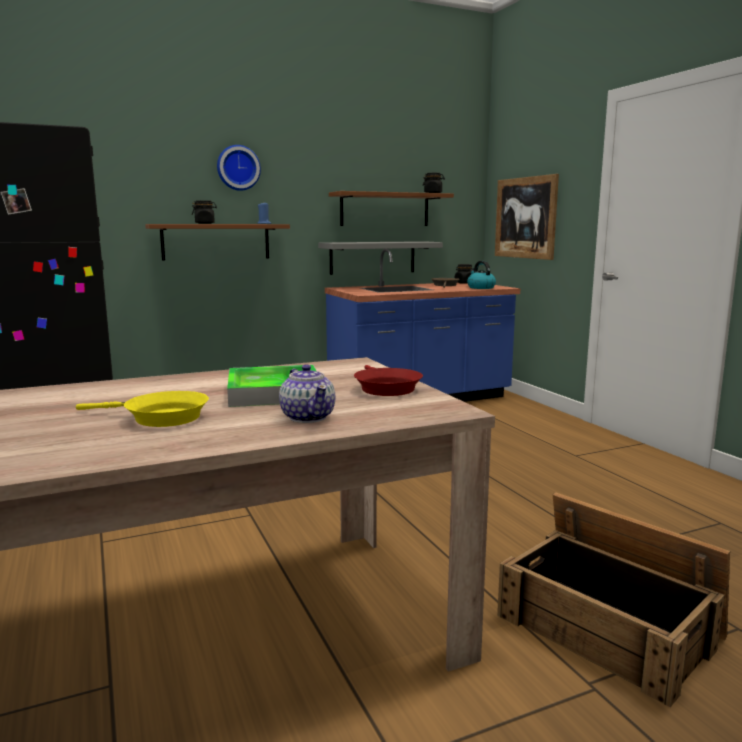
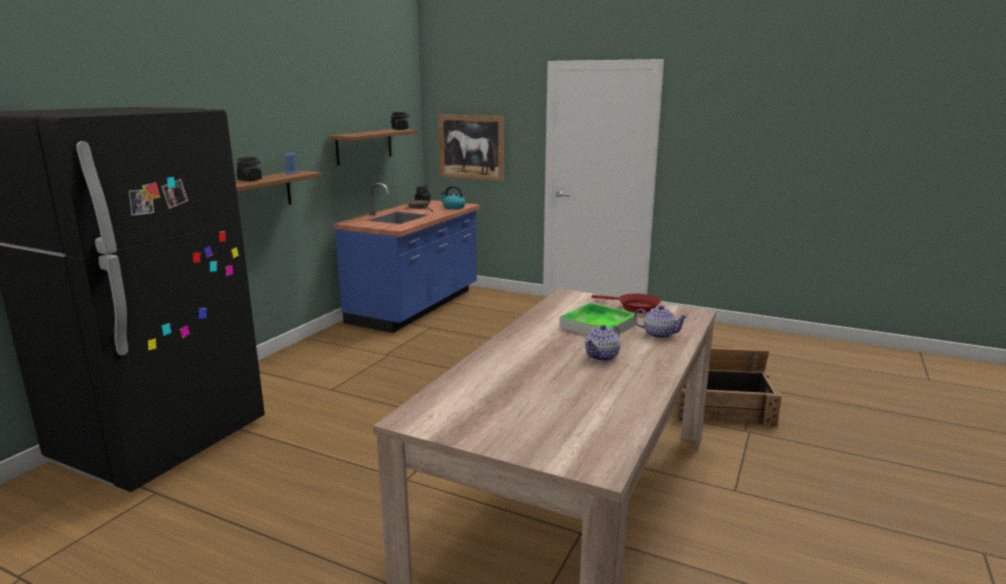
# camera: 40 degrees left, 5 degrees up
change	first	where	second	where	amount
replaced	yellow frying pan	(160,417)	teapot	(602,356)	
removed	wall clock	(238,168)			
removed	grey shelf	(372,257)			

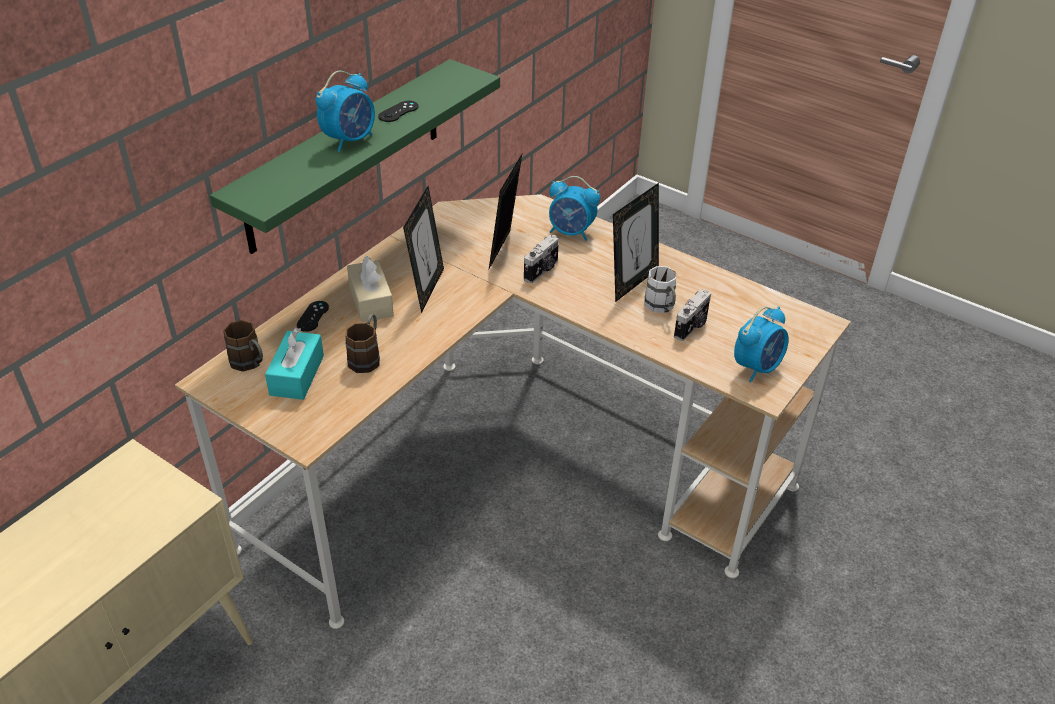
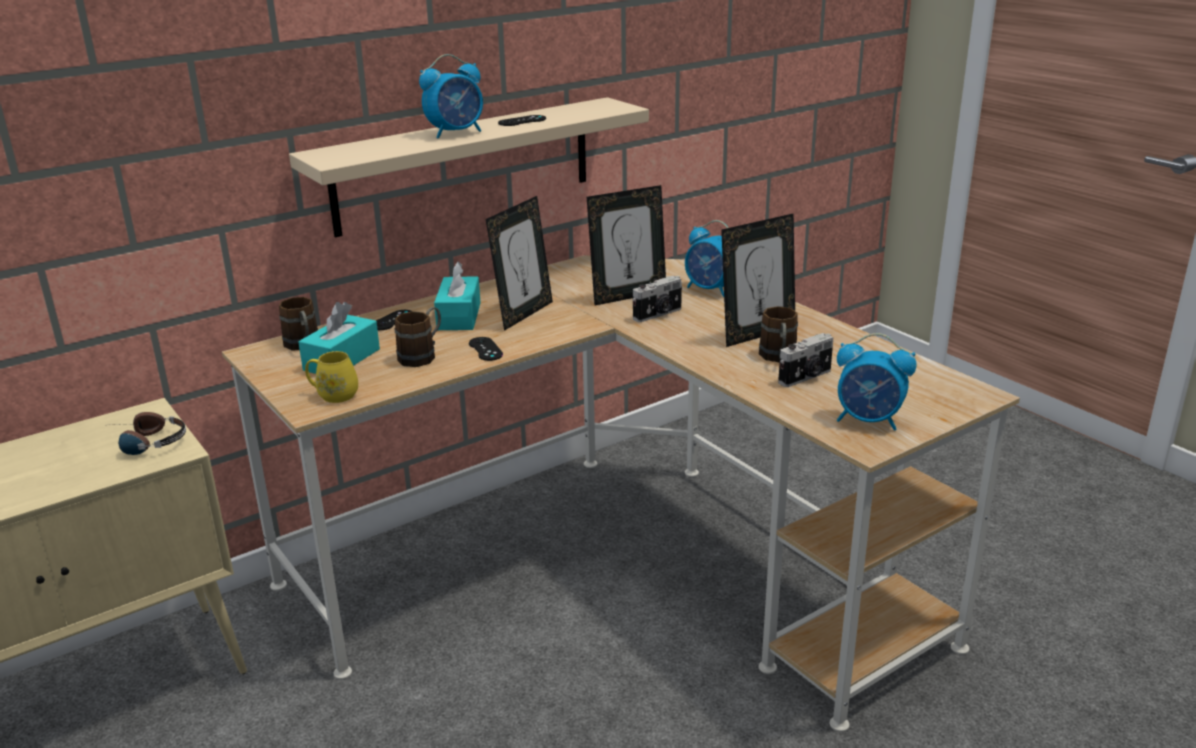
# camera: 20 degrees right, 15 degrees down
change	first	where	second	where	amount
recoloured	green shelf	(345,155)	beige shelf	(464,165)	
recoloured	beige tissue box	(371,301)	turquoise tissue box	(459,316)	
turned	picture frame	(505,251)		(628,296)	150 degrees counterclockwise
recoloured	white mug	(661,308)	brown mug	(778,358)	
turned	alarm clock	(757,367)		(869,421)	45 degrees clockwise
added			headphones	(143,443)	
added			yellow mug	(333,395)	
added			black game controller	(485,349)	

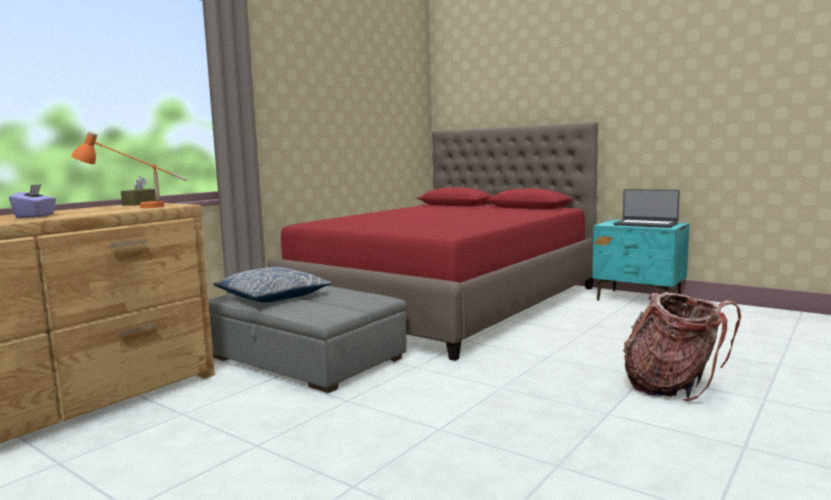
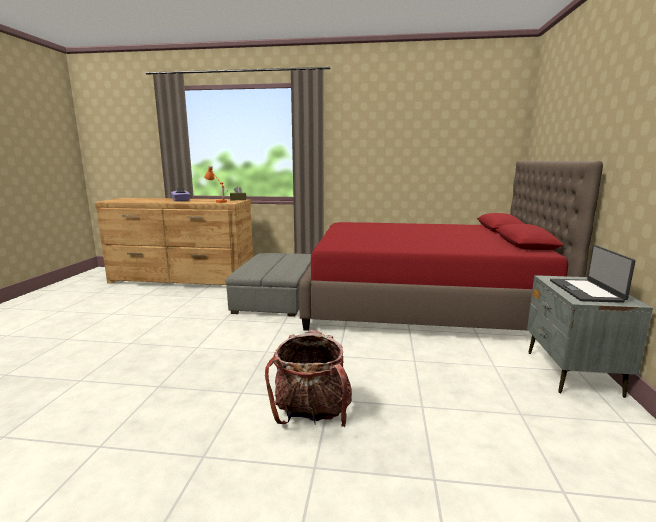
# camera: 60 degrees right, 5 degrees up
change	first	where	second	where	amount
removed	pillow	(272,297)			
recoloured	turquoise nightstand	(639,299)	grey nightstand	(571,373)	

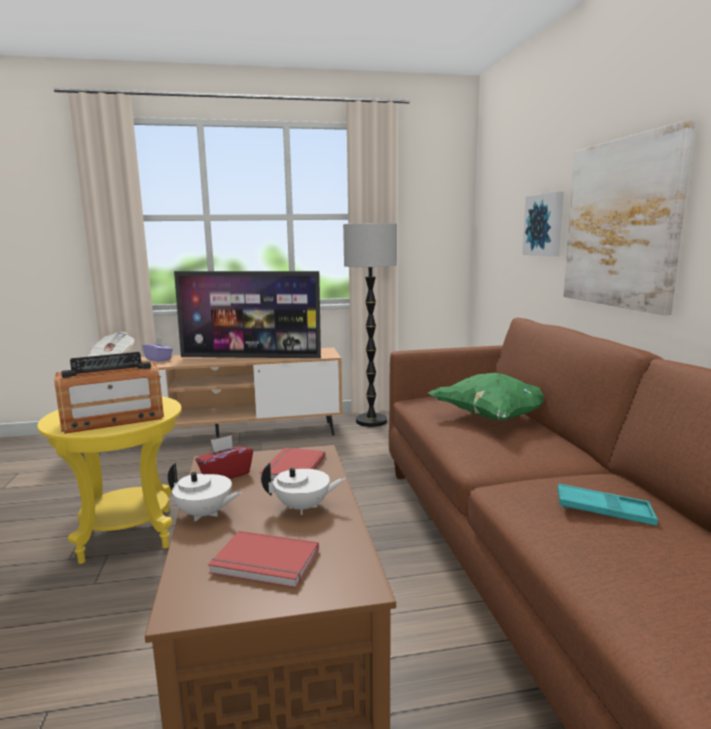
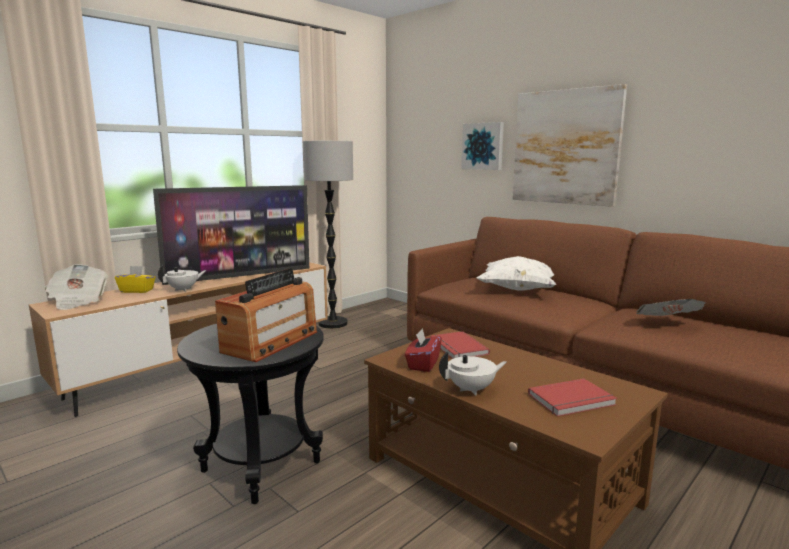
# camera: 35 degrees left, 0 degrees up
change	first	where	second	where	amount
recoloured	yellow side table	(127,535)	black side table	(261,467)	
recoloured	purple tissue box	(159,359)	yellow tissue box	(137,290)	
moved	white teapot	(303,507)		(183,289)	
recoloured	green pillow	(492,417)	white pillow	(517,290)	
replaced	turquoise tray	(604,511)	newspaper	(667,324)	

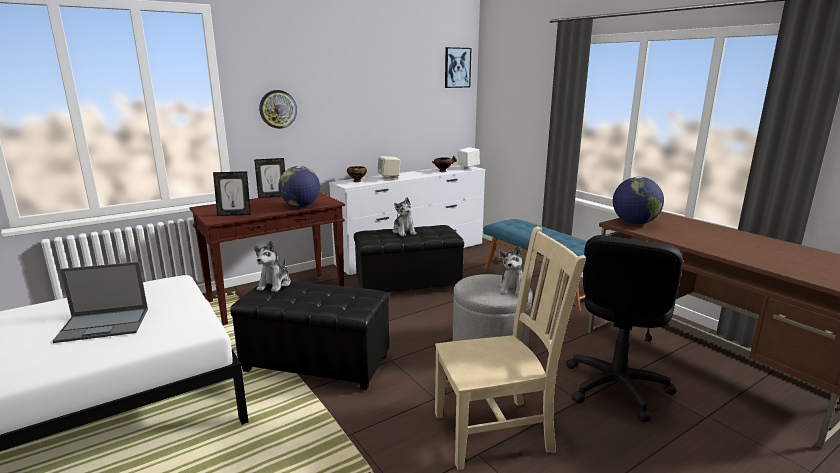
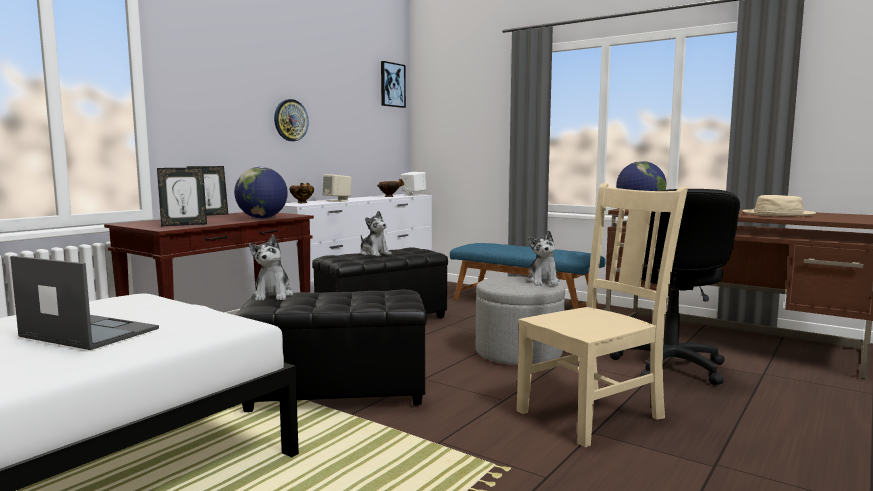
# camera: 20 degrees left, 10 degrees down
change	first	where	second	where	amount
turned	laptop	(105,325)		(88,332)	120 degrees counterclockwise
moved	wall clock	(278,109)		(290,120)	
added			beige hat	(778,214)	

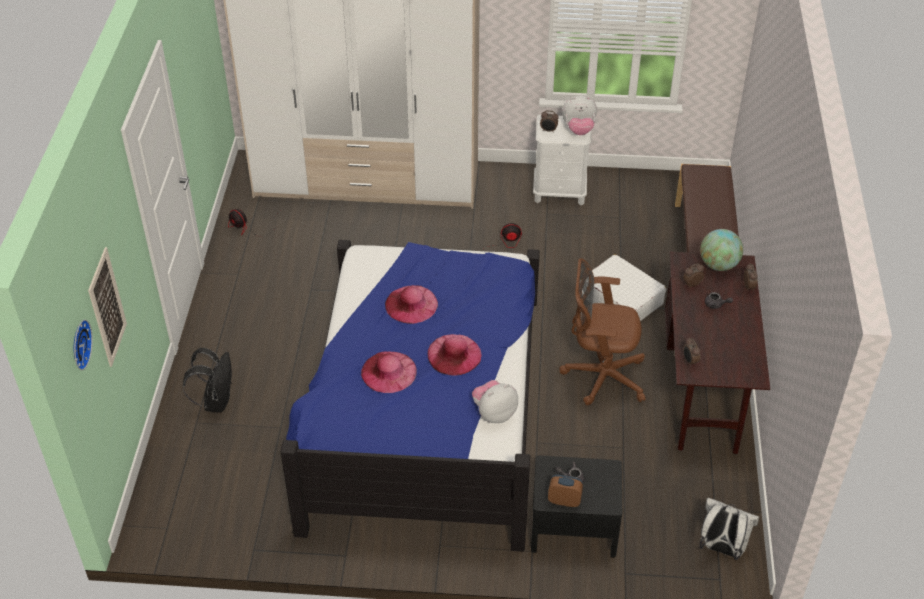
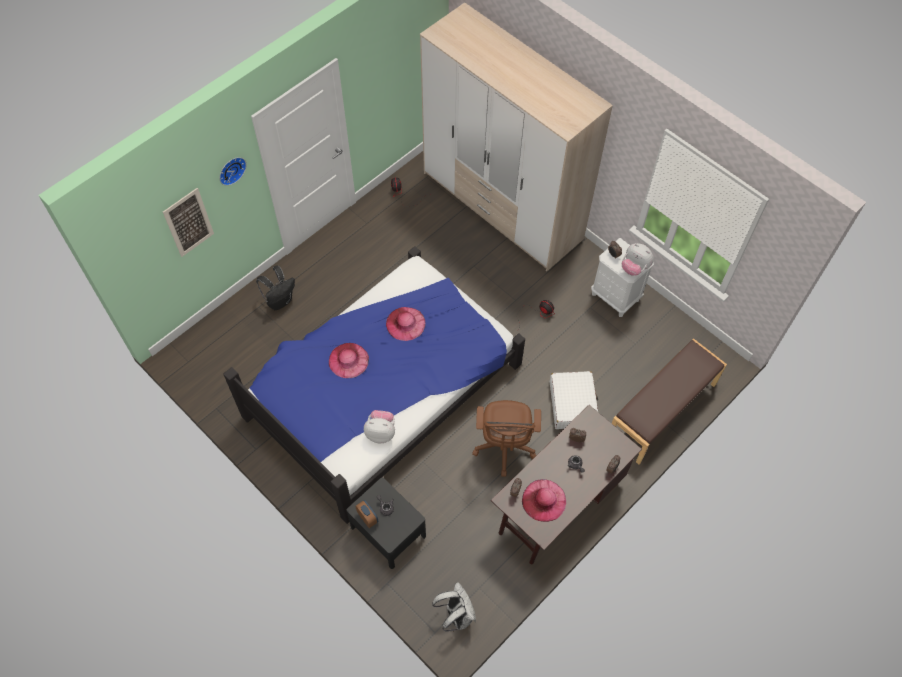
# camera: 40 degrees right, 15 degrees up
change	first	where	second	where	amount
moved	wall clock	(79,344)		(231,169)	
moved	pink hat	(454,354)		(544,500)	
turned	brown office chair	(600,376)		(504,447)	135 degrees counterclockwise
removed	globe	(718,265)			

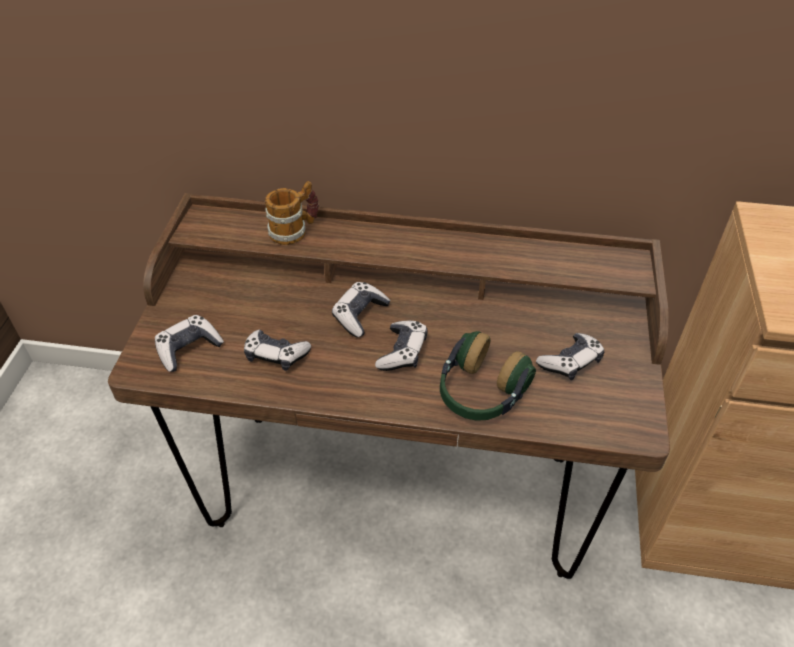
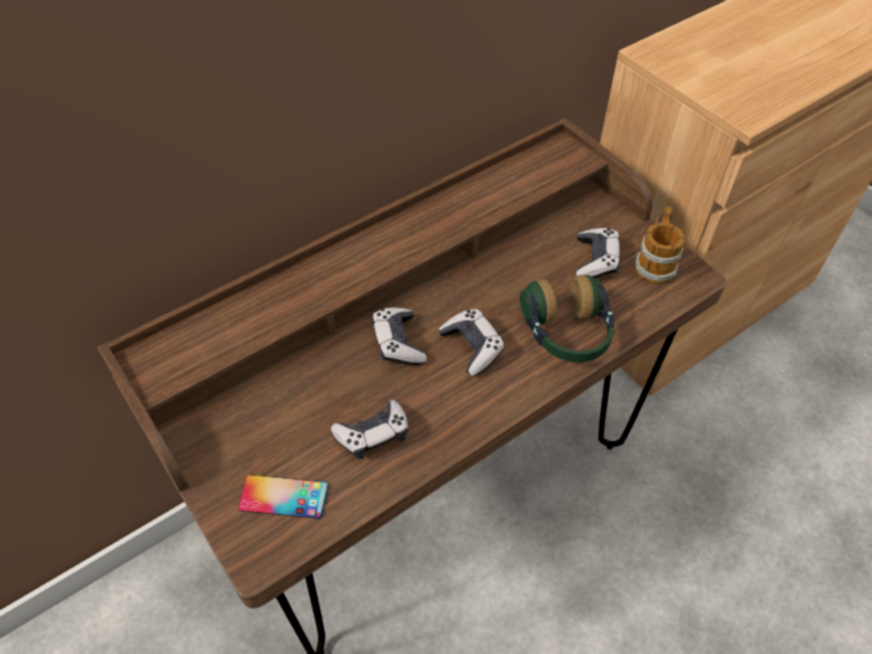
# camera: 45 degrees left, 5 degrees up
change	first	where	second	where	amount
replaced	game controller	(189,349)	phone	(284,496)	
moved	mug	(295,230)		(655,263)	

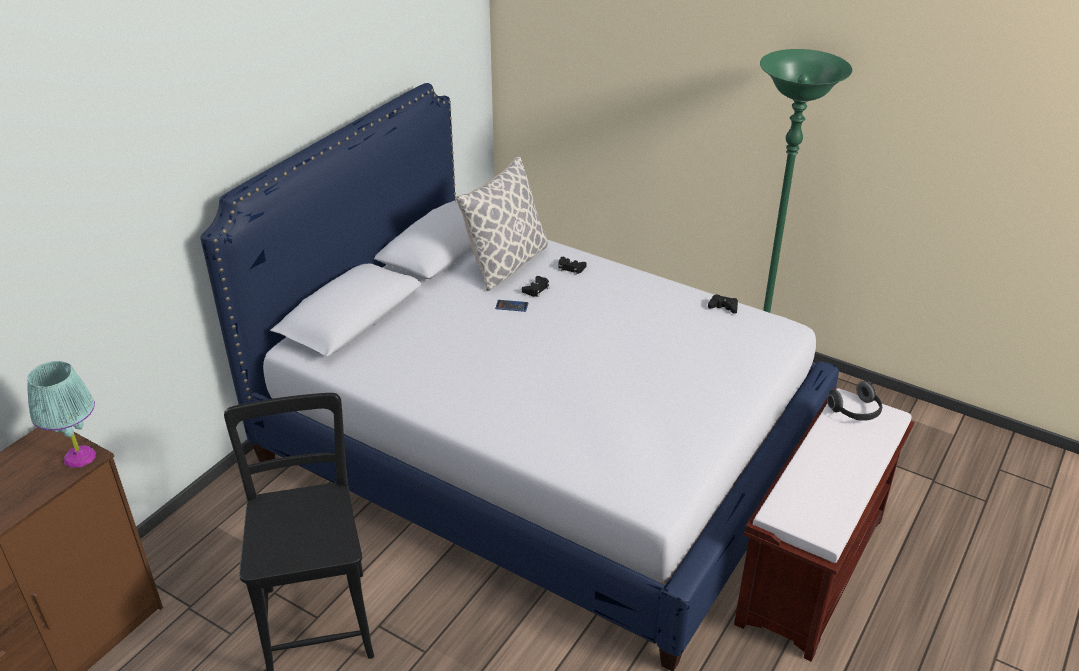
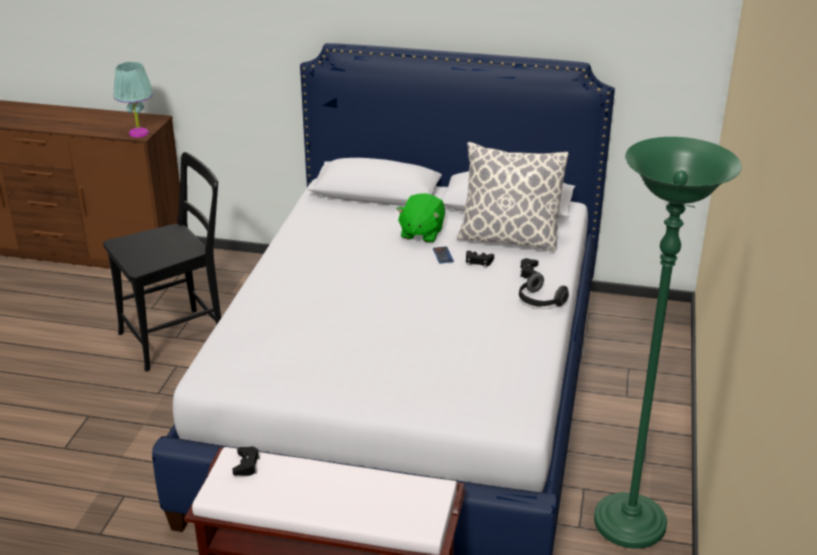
# camera: 70 degrees right, 5 degrees down
change	first	where	second	where	amount
moved	black game controller	(723,307)		(247,465)	
moved	headphones	(856,412)		(540,302)	
added			green plush toy	(421,233)	

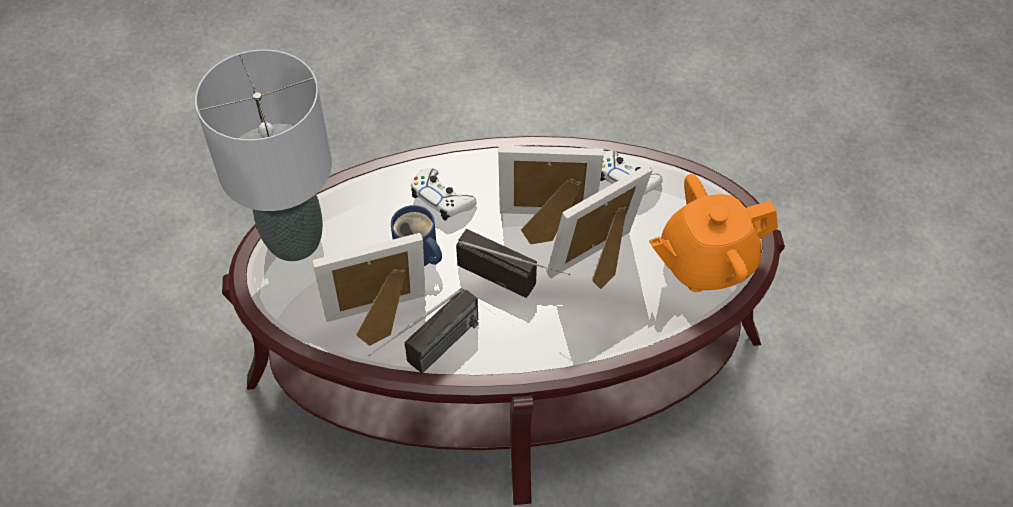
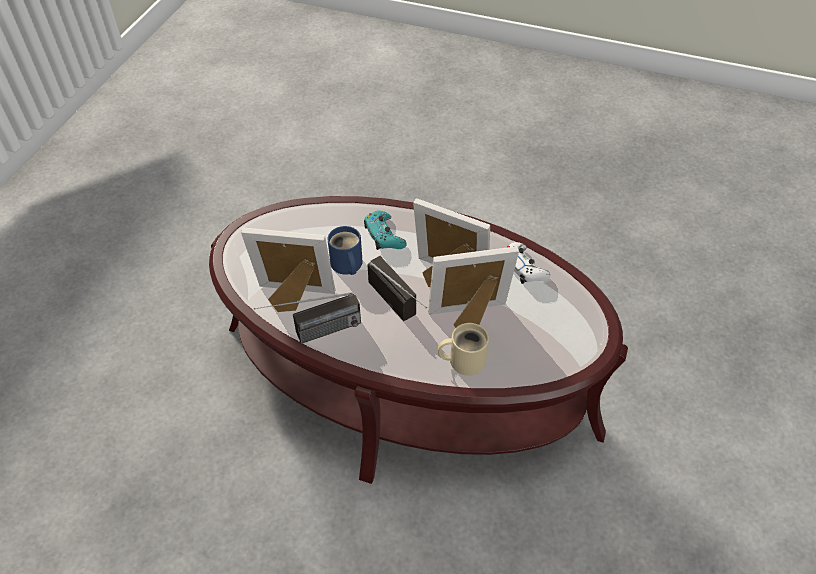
# camera: 25 degrees right, 5 degrees down
change	first	where	second	where	amount
removed	grey table lamp	(293,240)			
recoloured	white game controller	(442,199)	turquoise game controller	(384,236)	
removed	orange teapot	(705,262)			
added			beige mug	(463,359)	

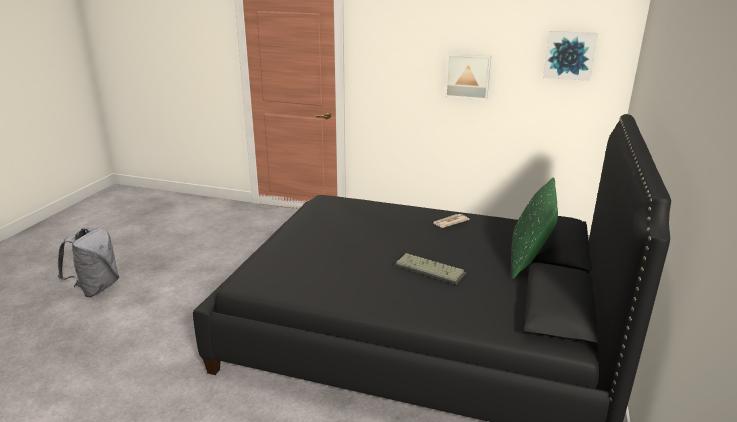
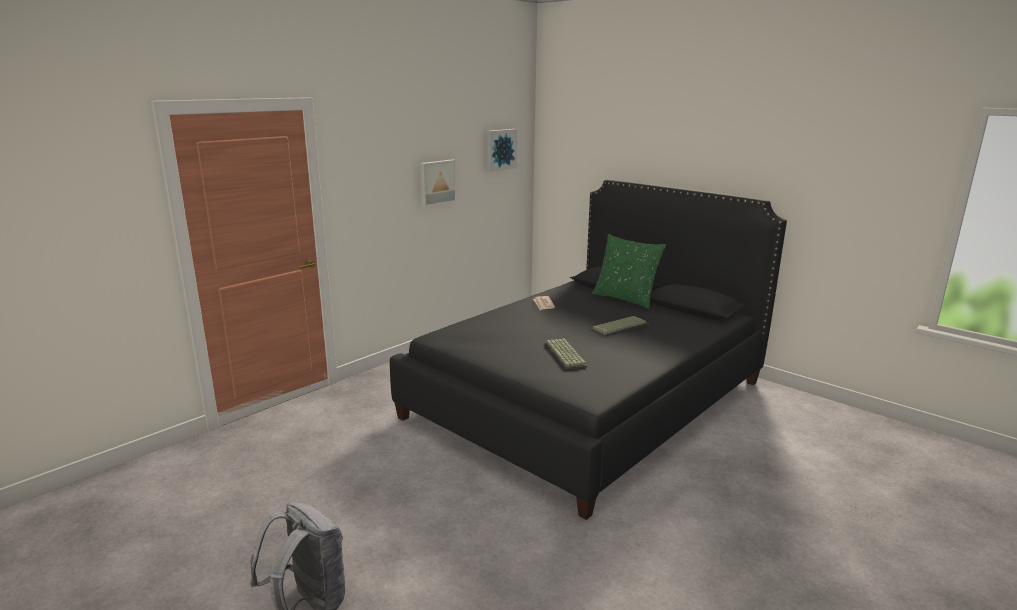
# camera: 65 degrees left, 5 degrees down
change	first	where	second	where	amount
added			keyboard	(566,355)	

